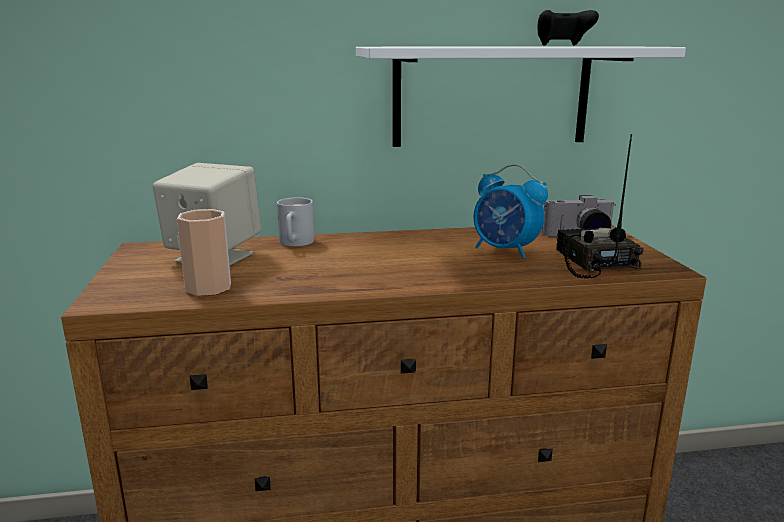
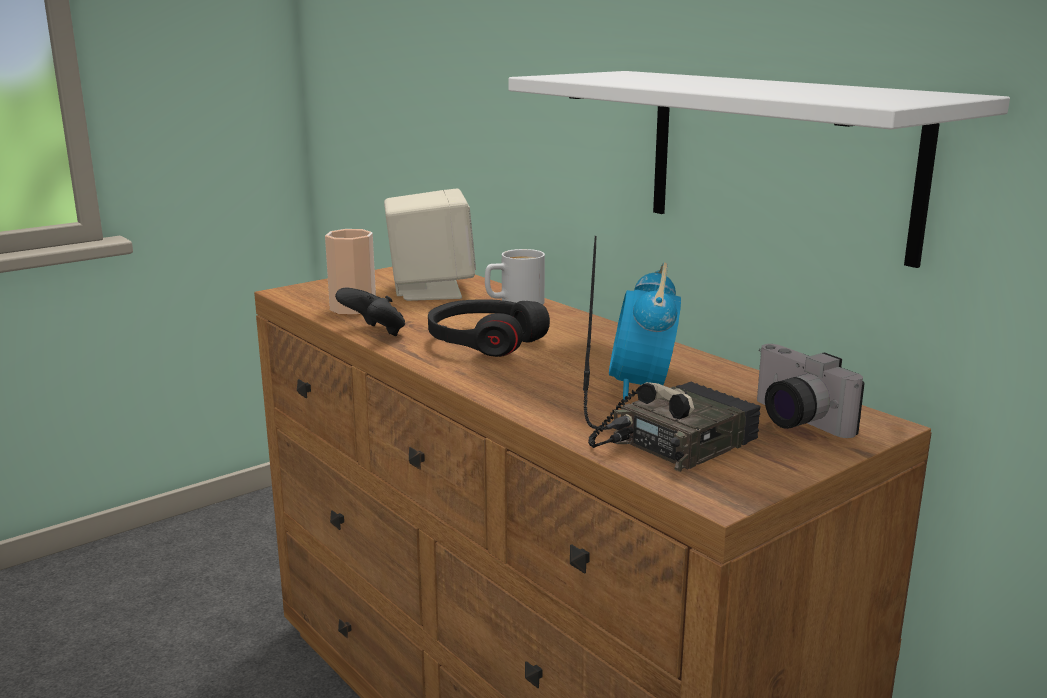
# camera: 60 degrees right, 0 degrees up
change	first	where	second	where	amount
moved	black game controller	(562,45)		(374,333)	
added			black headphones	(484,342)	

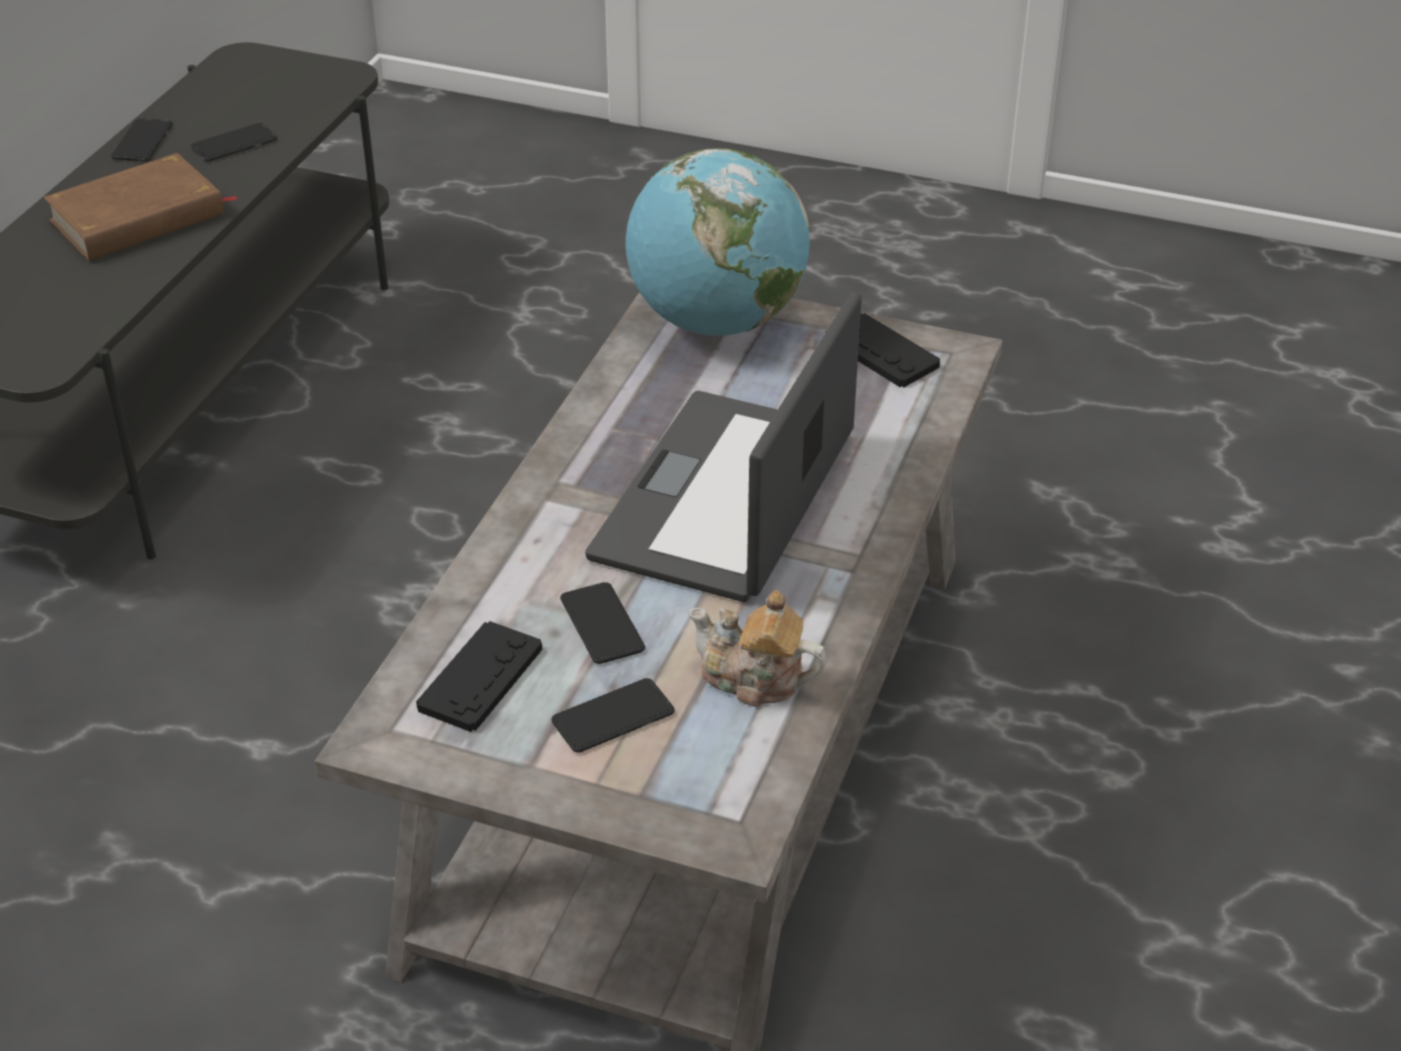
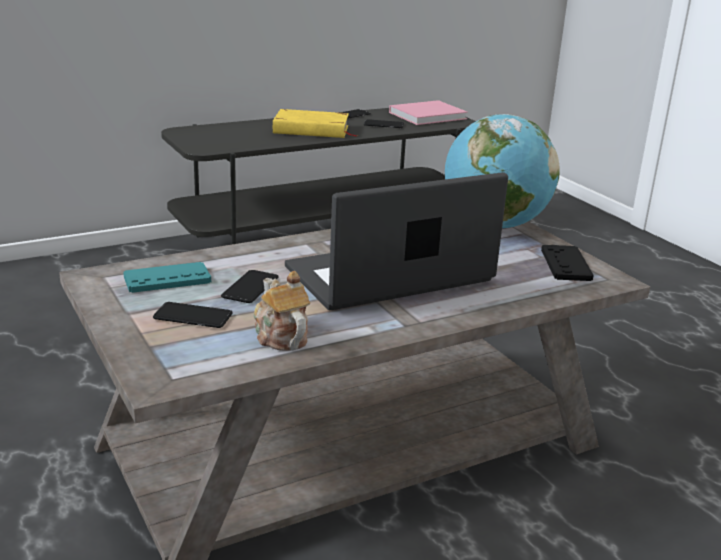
# camera: 40 degrees right, 15 degrees down
change	first	where	second	where	amount
recoloured	brown book	(138,218)	yellow book	(311,130)	
recoloured	black game controller	(480,678)	turquoise game controller	(167,279)	
added			pink book	(429,115)	

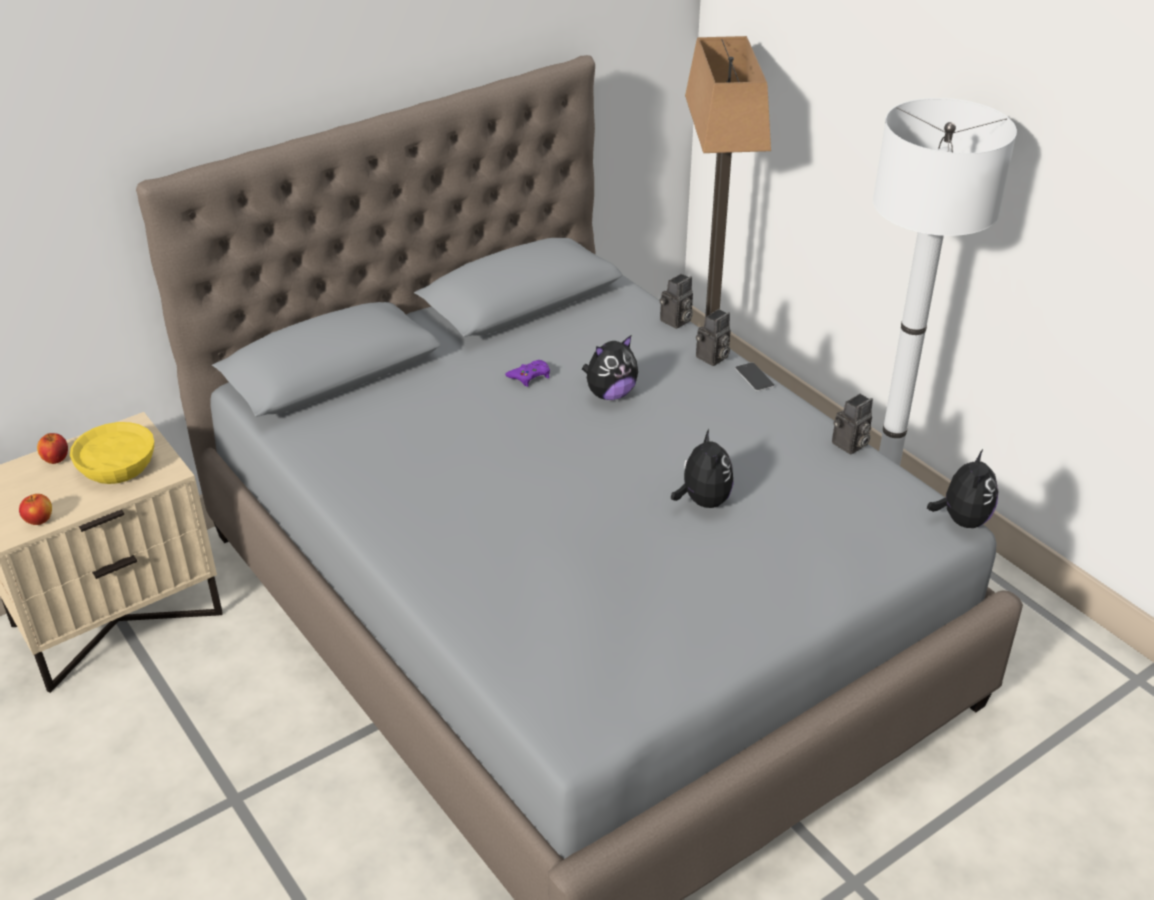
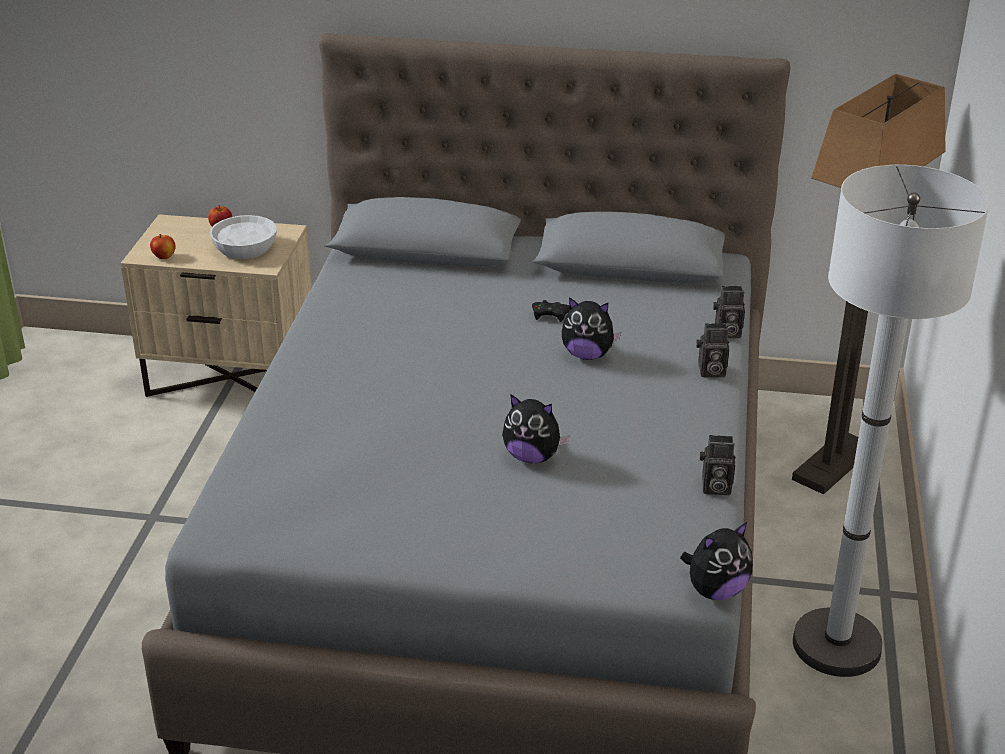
# camera: 45 degrees right, 5 degrees down
change	first	where	second	where	amount
recoloured	yellow bowl	(118,466)	white bowl	(245,249)	
recoloured	purple game controller	(530,376)	black game controller	(550,314)	
turned	plush toy	(702,501)		(532,457)	75 degrees clockwise
removed	phone	(754,377)			

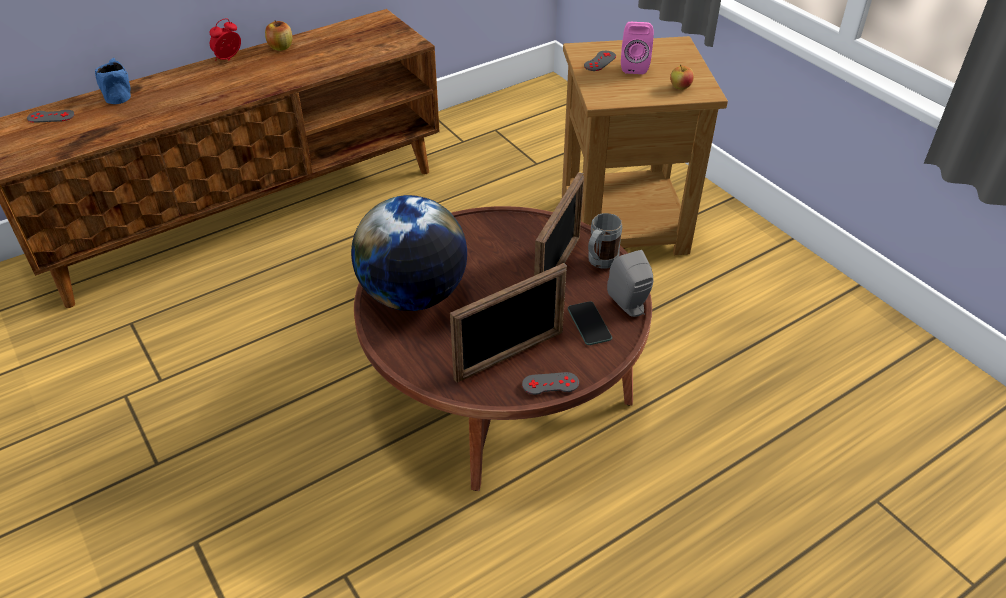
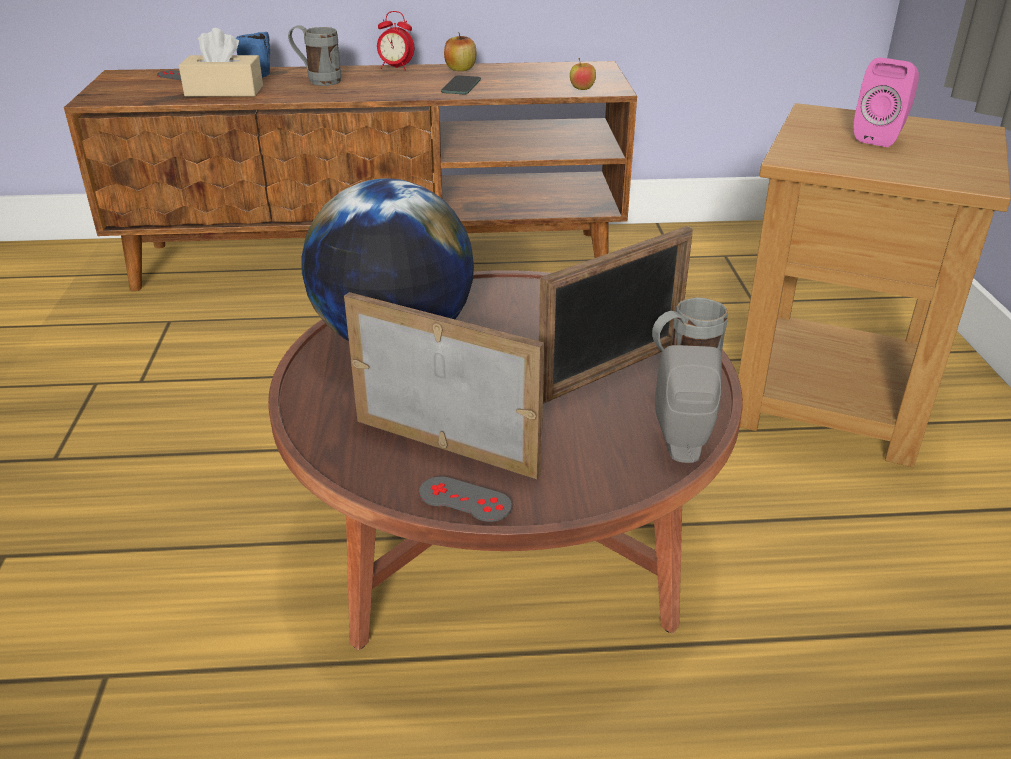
# camera: 30 degrees right, 10 degrees down
change	first	where	second	where	amount
turned	alarm clock	(228,59)		(396,68)	150 degrees counterclockwise
turned	picture frame	(510,355)		(446,446)	150 degrees counterclockwise
moved	phone	(589,324)		(461,86)	
removed	grey game controller	(600,61)			
moved	apple	(680,87)		(582,89)	
added			beige tissue box	(224,91)	
added			grey mug	(317,80)	

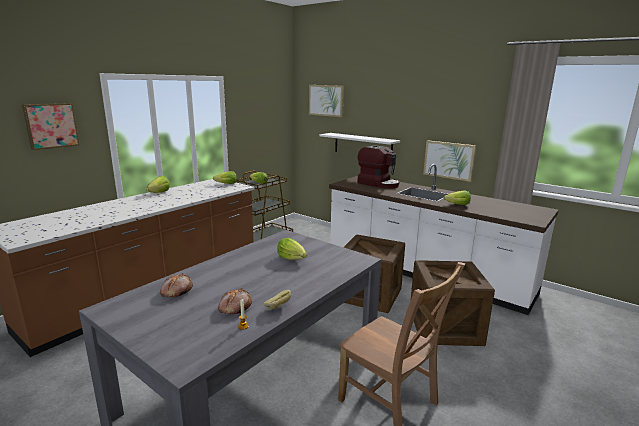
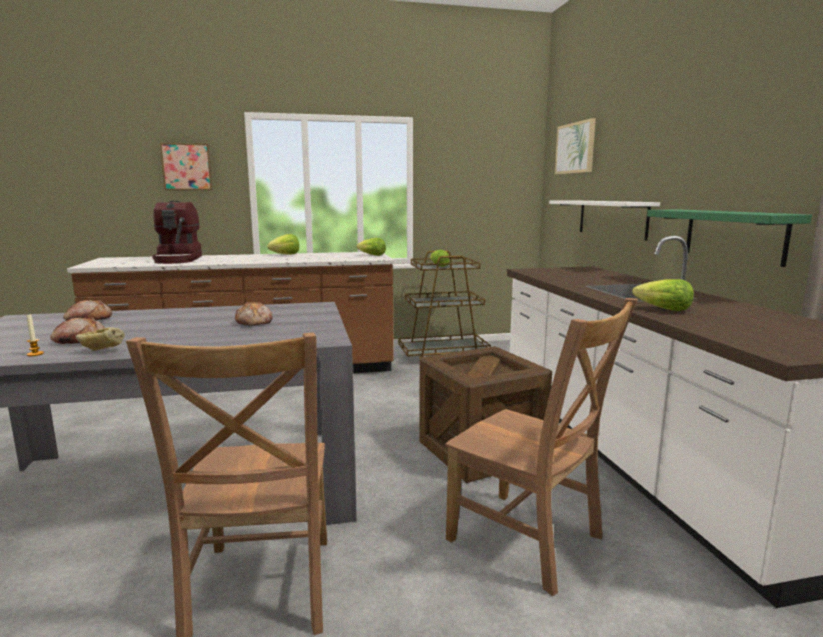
# camera: 40 degrees right, 5 degrees down
change	first	where	second	where	amount
replaced	lettuce	(292,258)	bread	(255,322)	
moved	coffee machine	(378,184)		(179,259)	
replaced	crate	(444,327)	brown chair	(530,541)	
replaced	picture	(449,160)	green shelf	(733,235)	

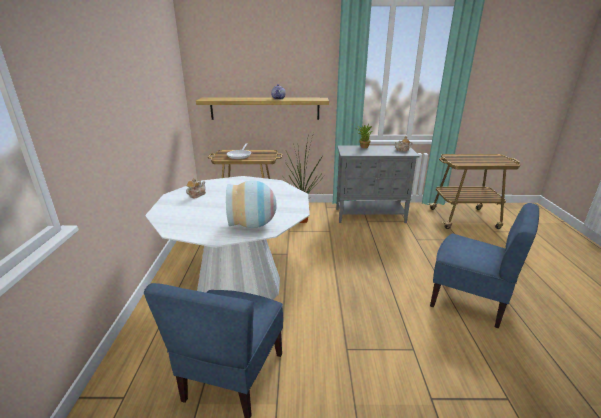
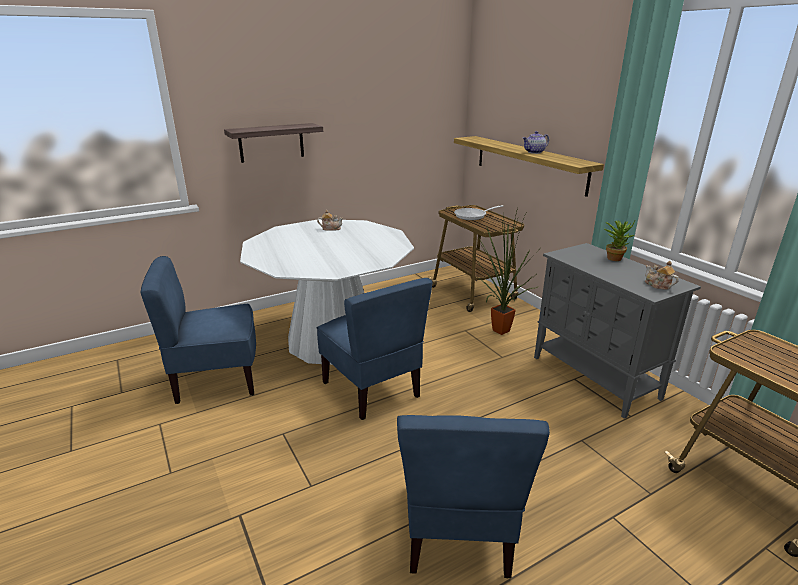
# camera: 60 degrees right, 0 degrees up
change	first	where	second	where	amount
removed	vase	(253,225)			
added			shelf	(271,142)	
added			blue chair	(372,389)	

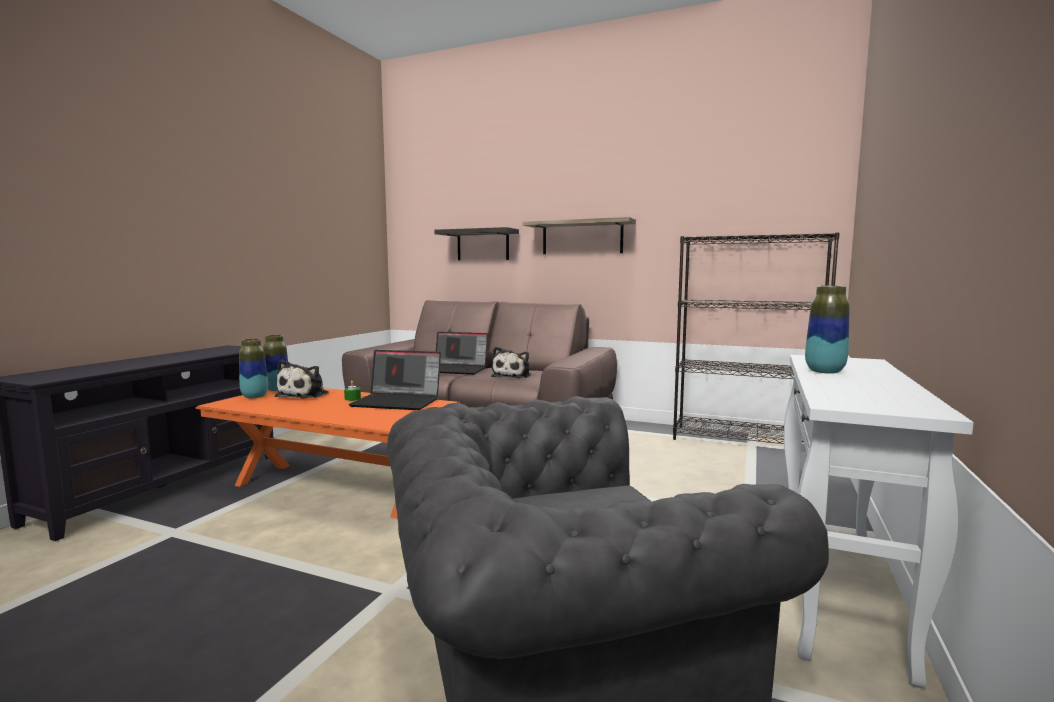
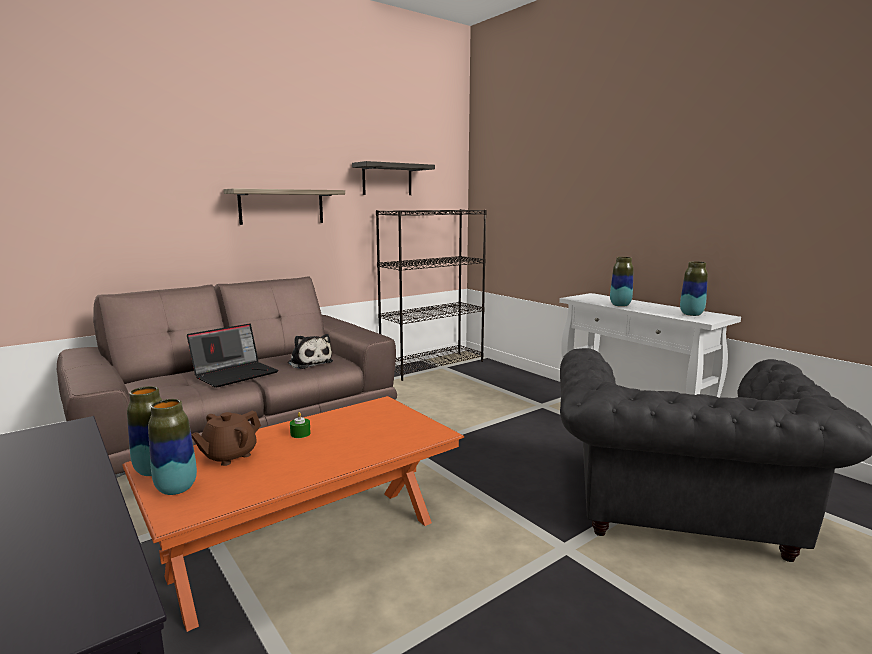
# camera: 60 degrees left, 5 degrees up
change	first	where	second	where	amount
replaced	plush toy	(305,395)	brown teapot	(229,456)	
removed	laptop	(398,402)			
moved	shelf	(483,245)		(387,179)	
added			vase	(691,314)	

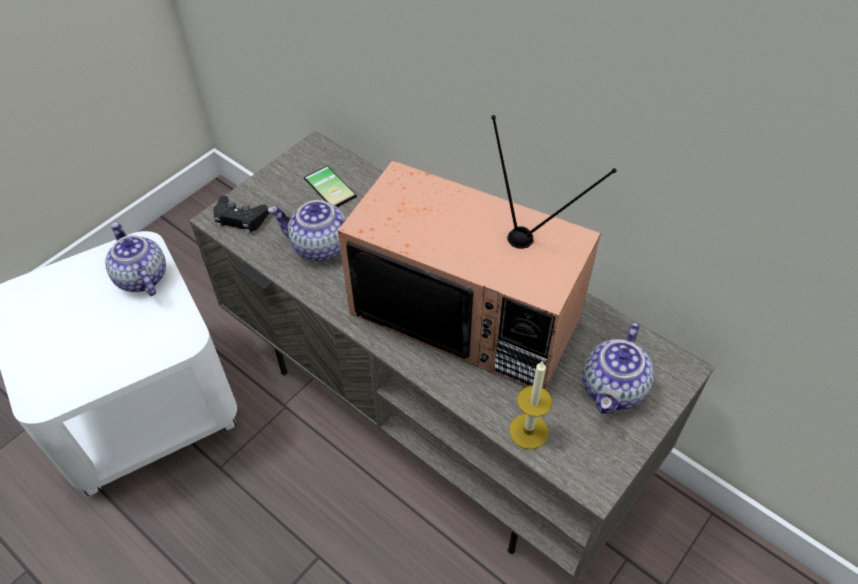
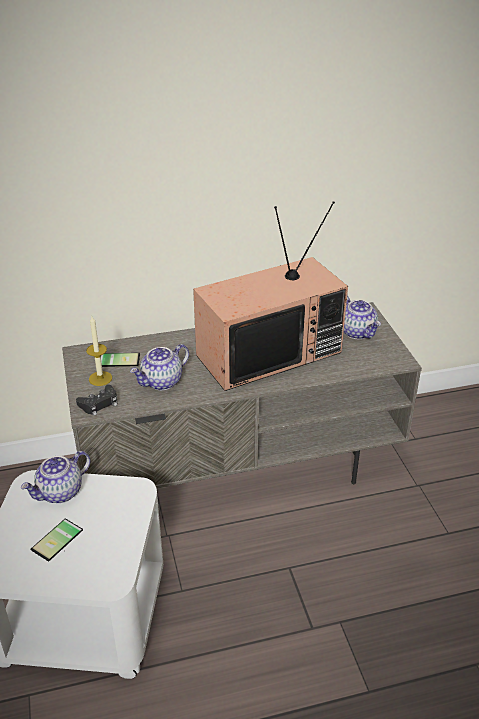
# camera: 55 degrees left, 15 degrees down
change	first	where	second	where	amount
turned	teapot	(141,277)		(60,492)	45 degrees counterclockwise
moved	candle	(528,431)		(100,378)	
added			phone	(59,541)	

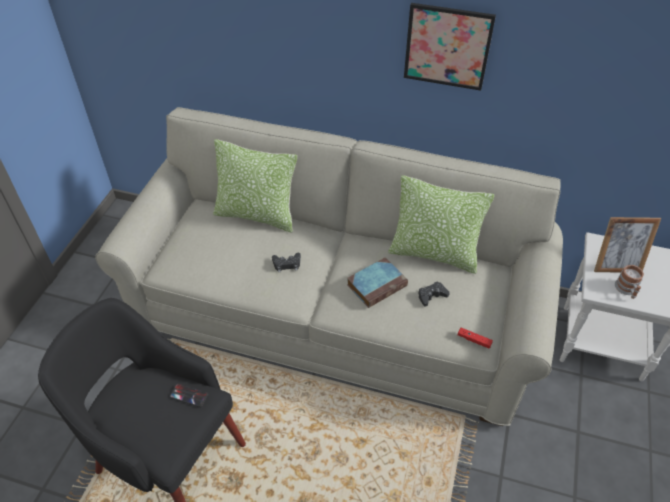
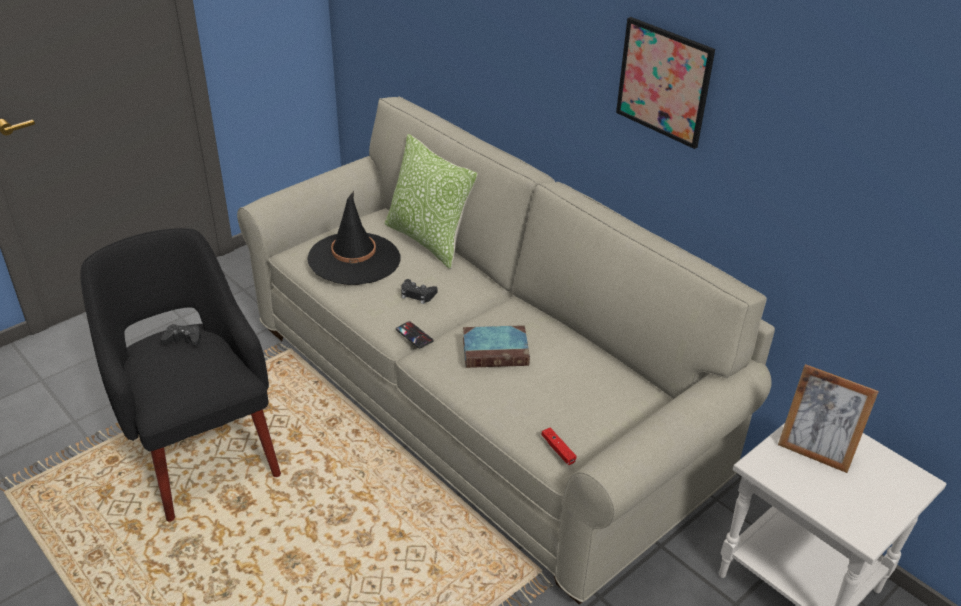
# camera: 30 degrees right, 10 degrees down
change	first	where	second	where	amount
moved	phone	(189,395)		(414,335)	
removed	pillow	(434,254)			
moved	black game controller	(431,296)		(183,339)	
removed	mug	(627,290)			
added			black hat	(354,259)	

